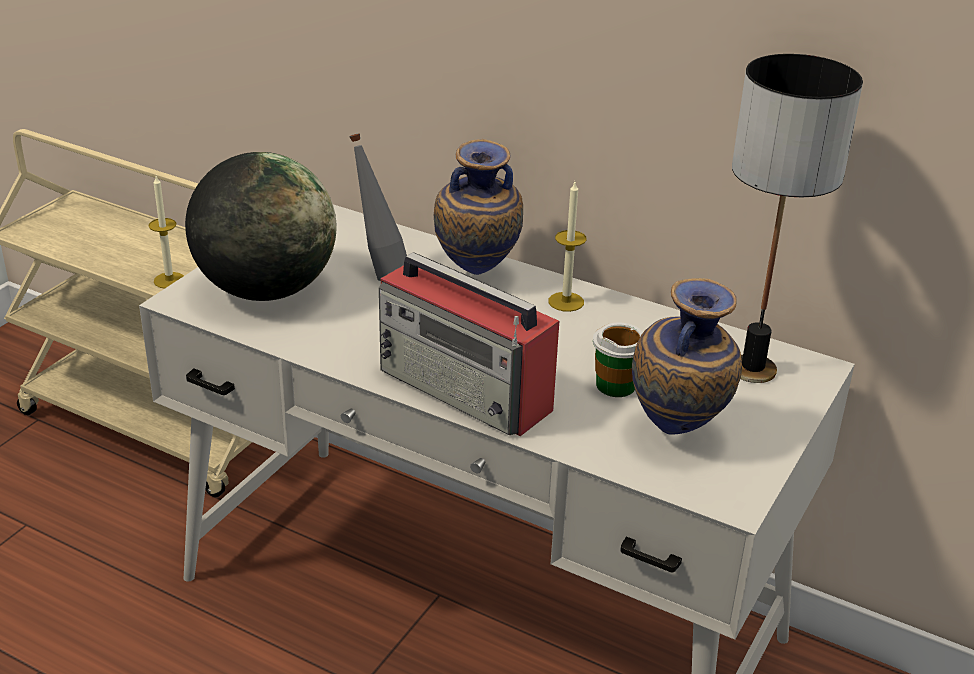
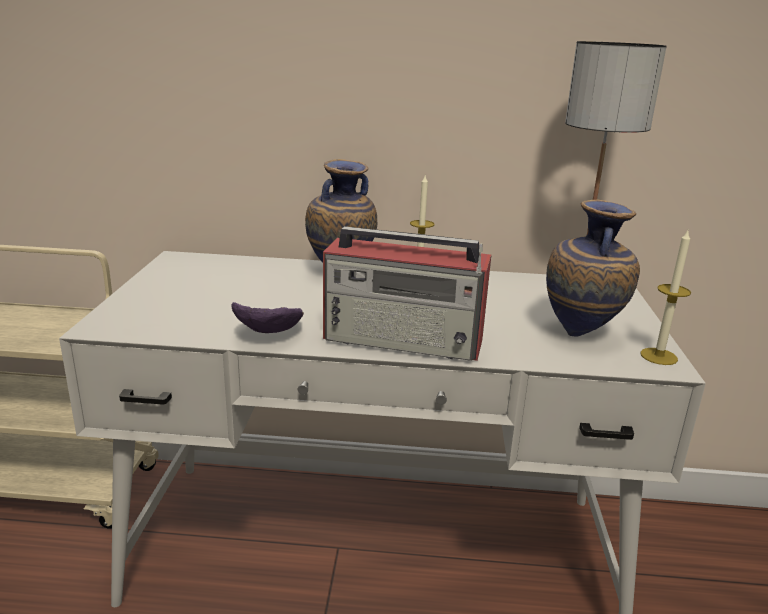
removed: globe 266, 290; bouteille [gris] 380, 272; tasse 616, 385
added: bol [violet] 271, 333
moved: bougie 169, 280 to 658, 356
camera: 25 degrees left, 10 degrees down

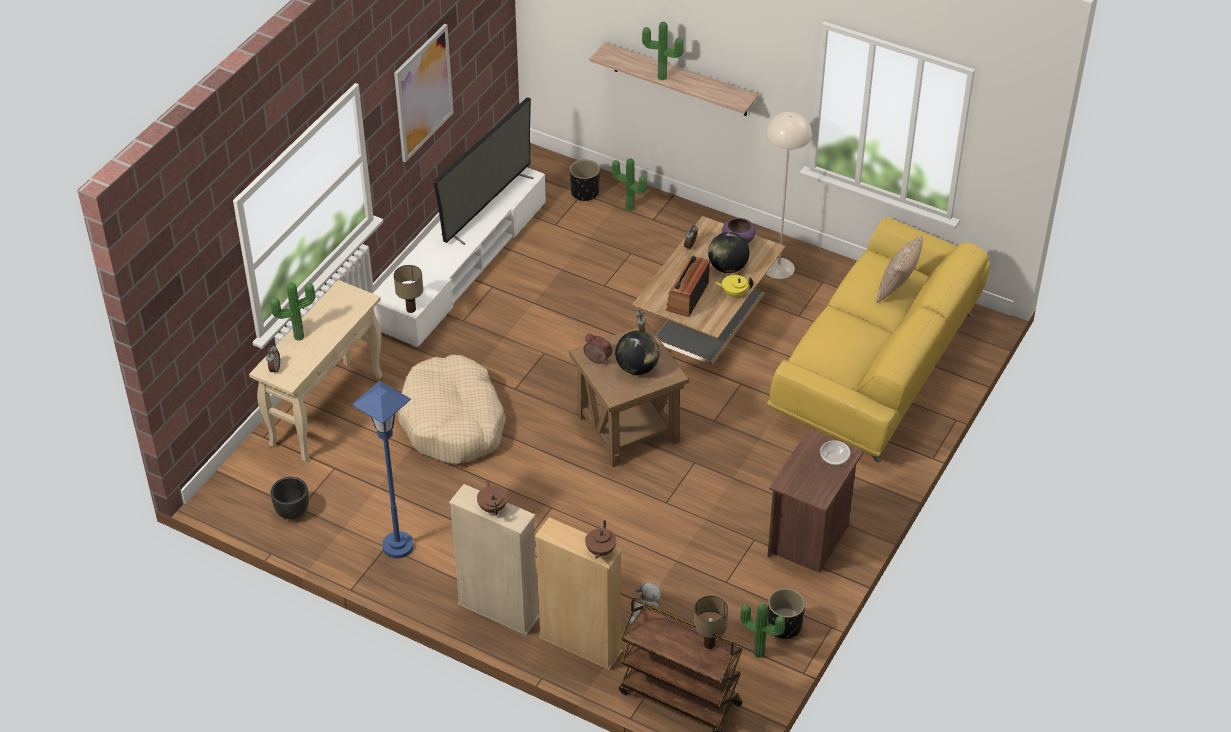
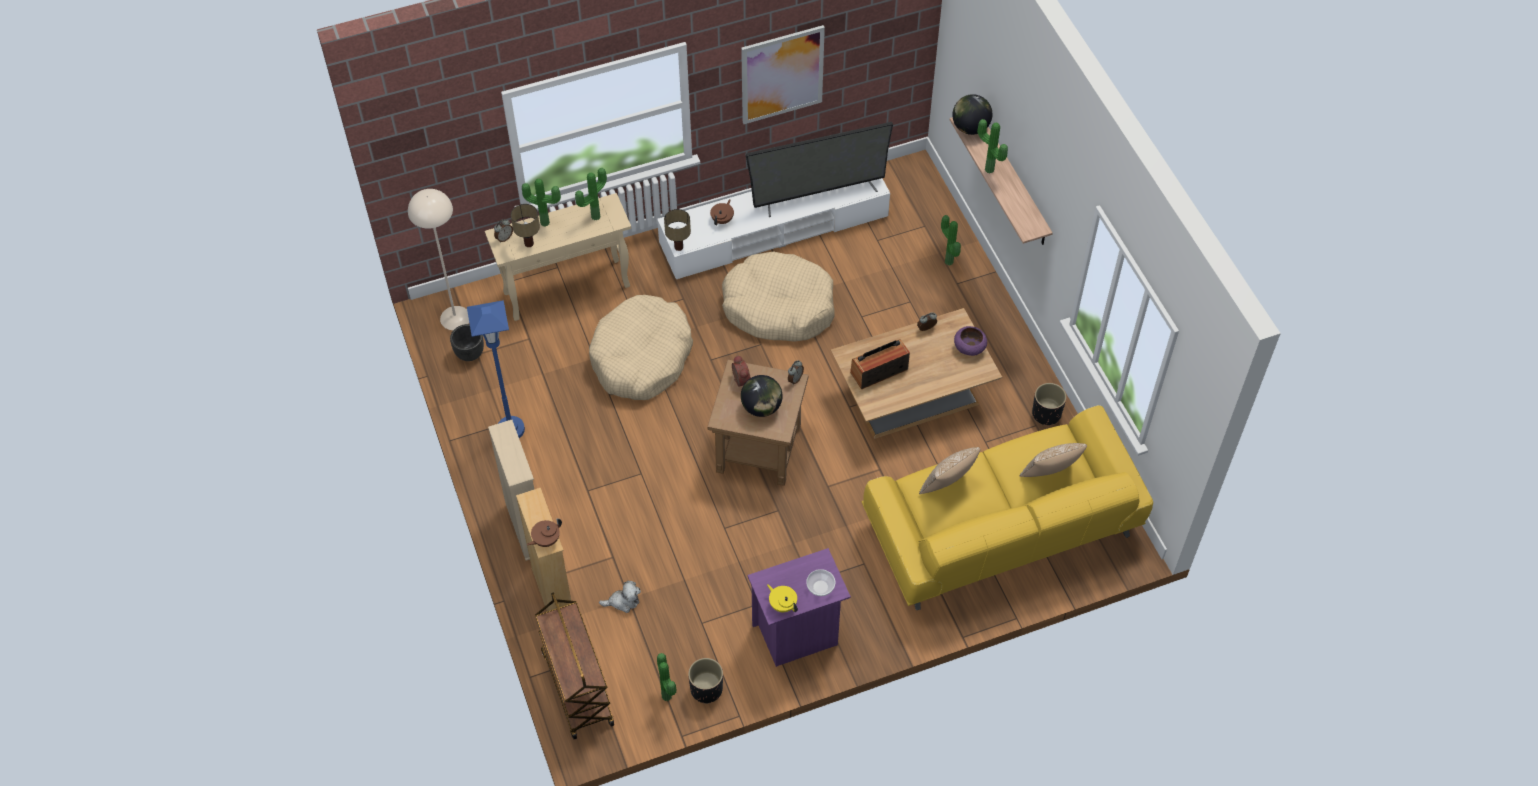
added: plante en pot 594, 216; panier pour chien [beige] 778, 307; coussin 948, 485
moved: théière [marron] 493, 507 to 722, 220; cache-pot [noir] 585, 193 to 1046, 414; lampe de table 709, 644 to 528, 244; globe 727, 267 to 970, 128; théière [jaune] 733, 293 to 782, 604; lampadaire [beige] 778, 268 to 455, 317
recoloured: table de chevet [marron] 809, 540 to table de chevet [violet] 797, 635
camera: 40 degrees right, 10 degrees up

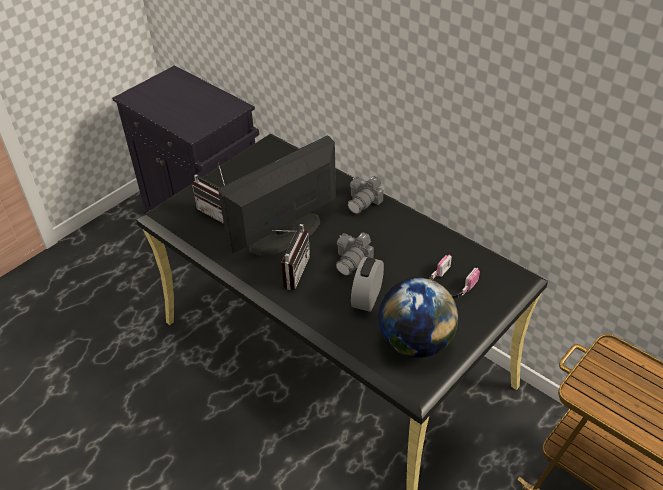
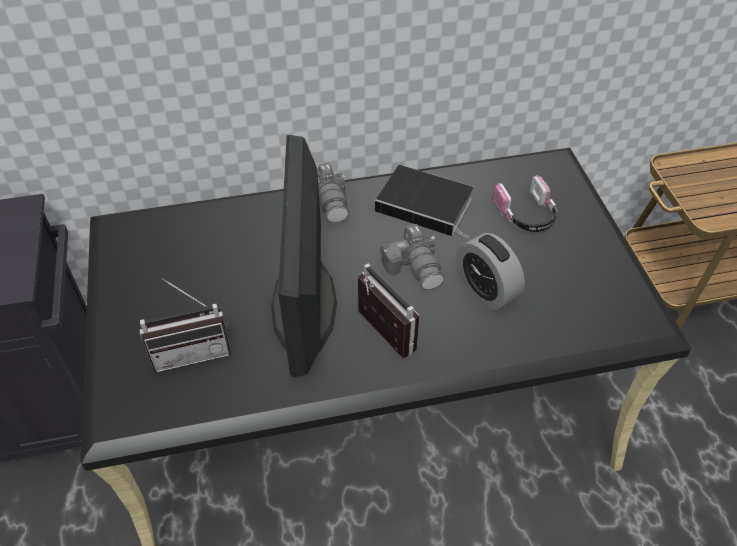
removed: globe 415, 342
added: livre 427, 205
camera: 55 degrees left, 5 degrees up

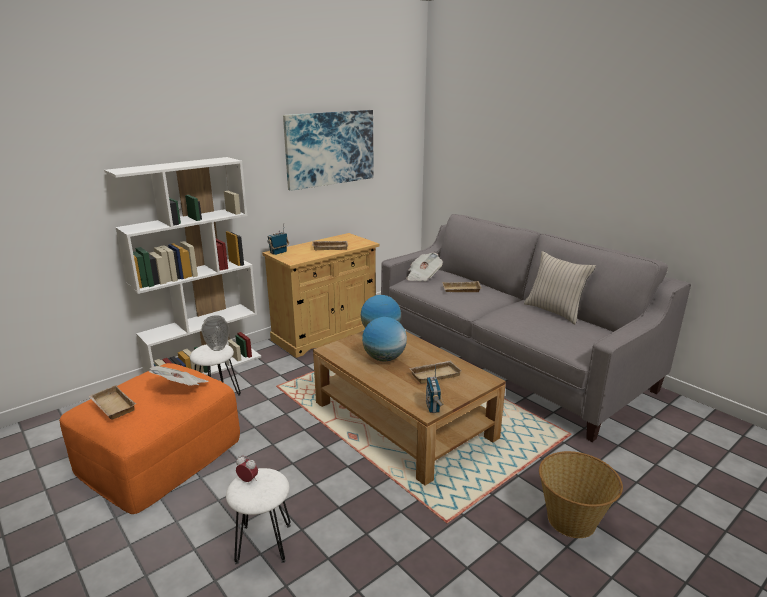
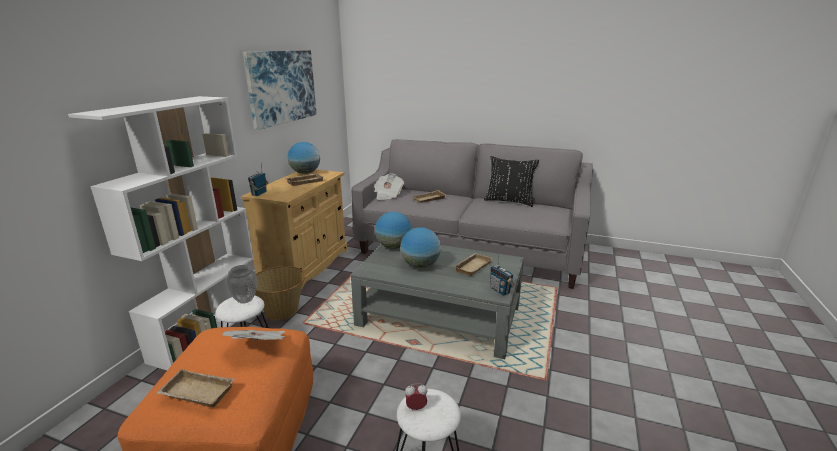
added: globe 305, 173
moved: panier 572, 520 to 282, 310
recoloured: table basse [marron] 403, 420 to table basse [gris] 440, 315; coussin [beige] 554, 311 to coussin [noir] 509, 201
camera: 30 degrees left, 0 degrees up

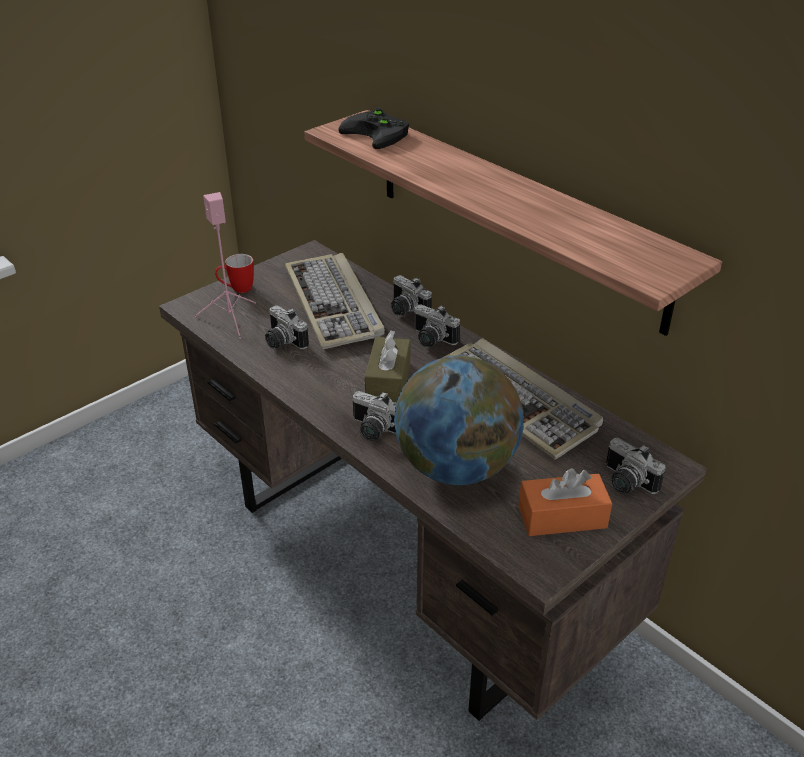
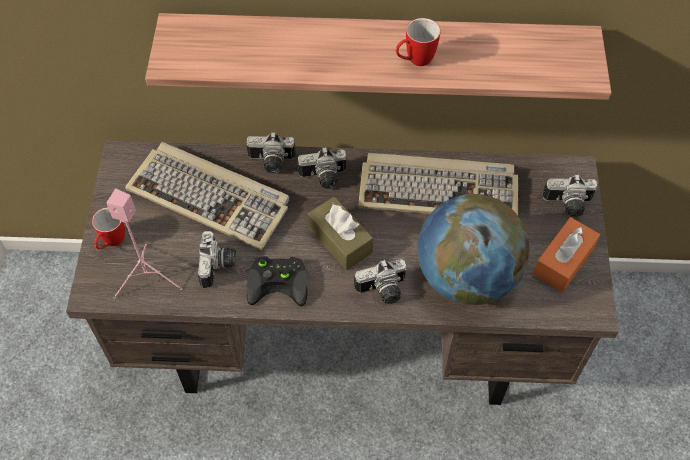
added: mug 414, 61
moved: manette [noir] 379, 134 to 280, 281
turned: appareil photo 282, 342 = 219, 266 90 degrees counterclockwise
camera: 45 degrees left, 20 degrees up

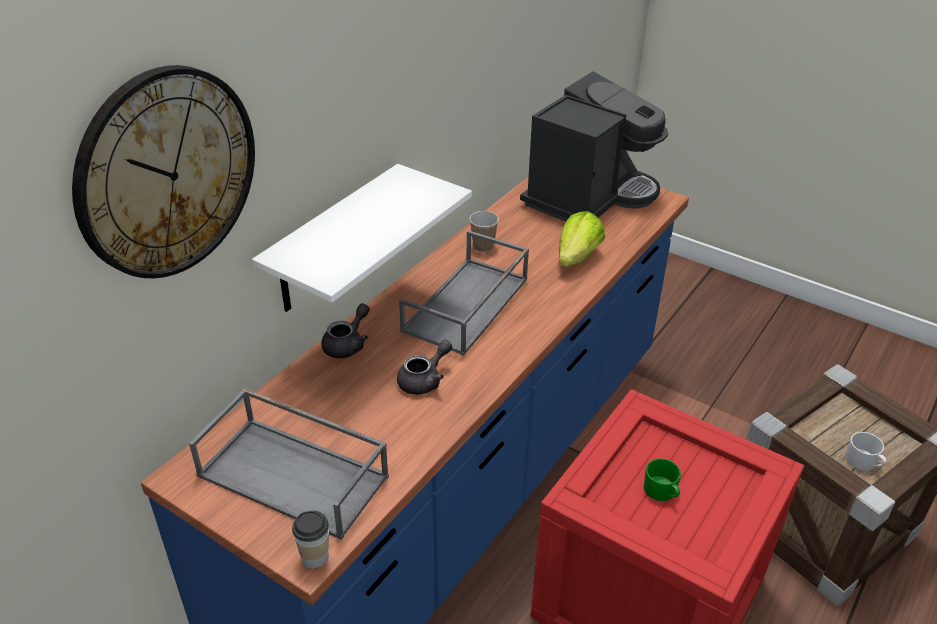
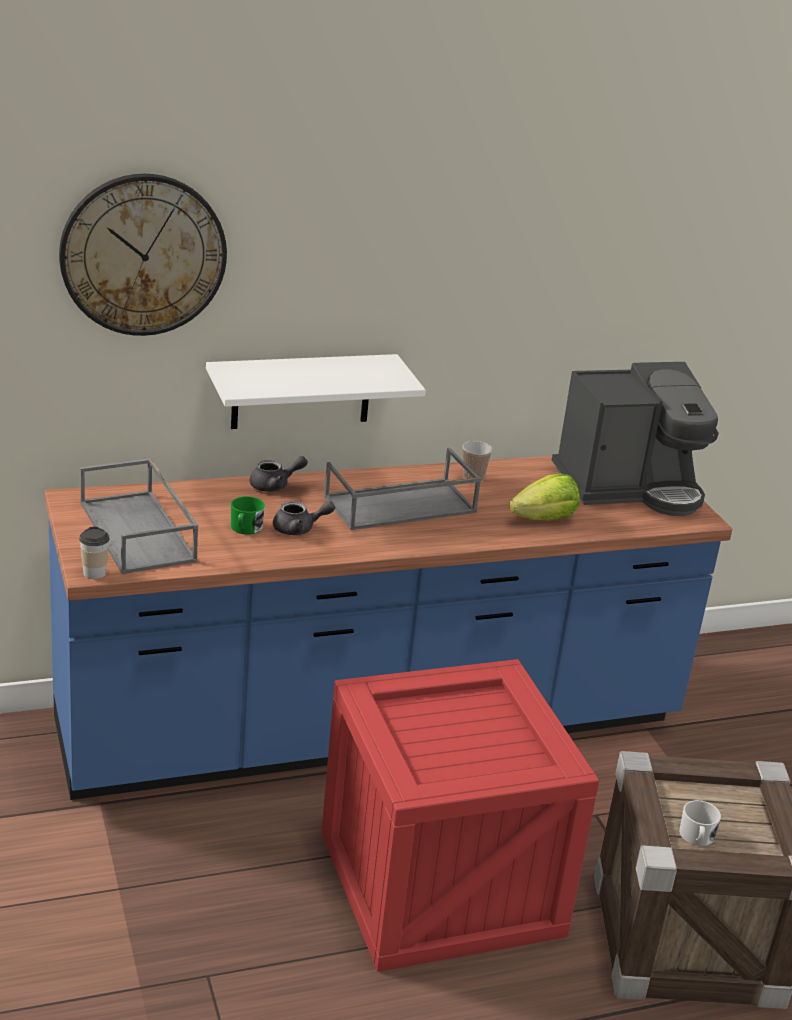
moved: mug [vert] 662, 492 to 245, 529
camera: 35 degrees right, 10 degrees down

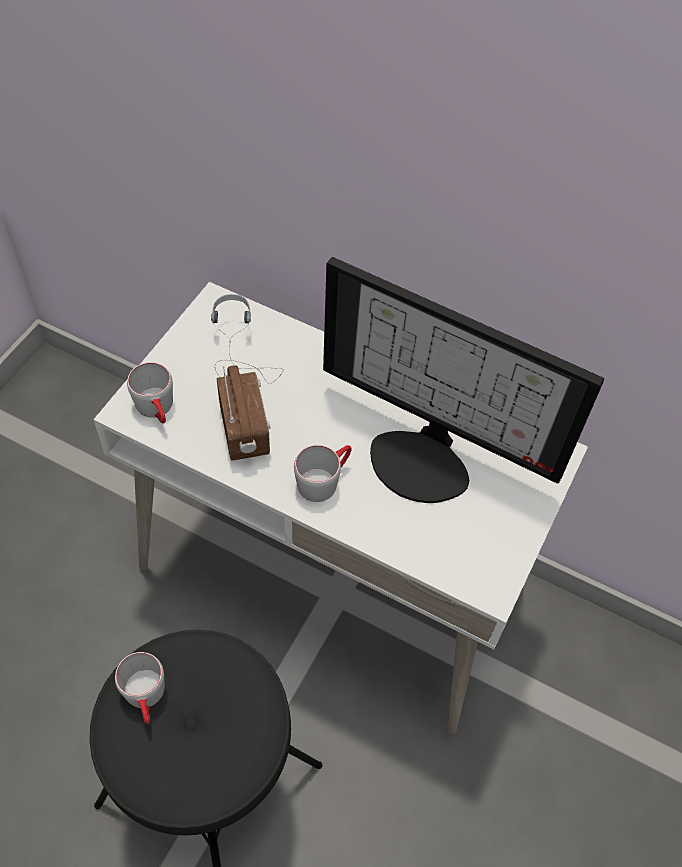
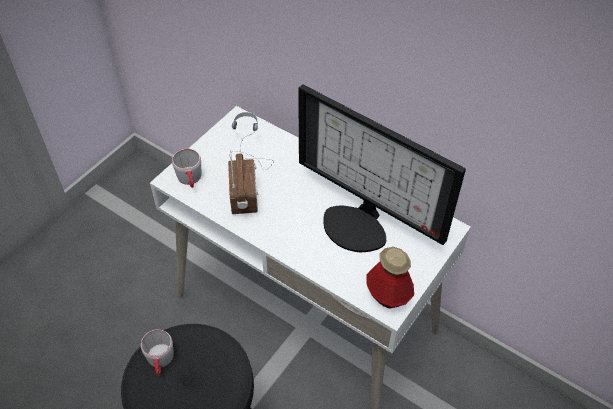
removed: mug [gris] 324, 479
added: bouteille 388, 295
camera: 10 degrees right, 5 degrees down

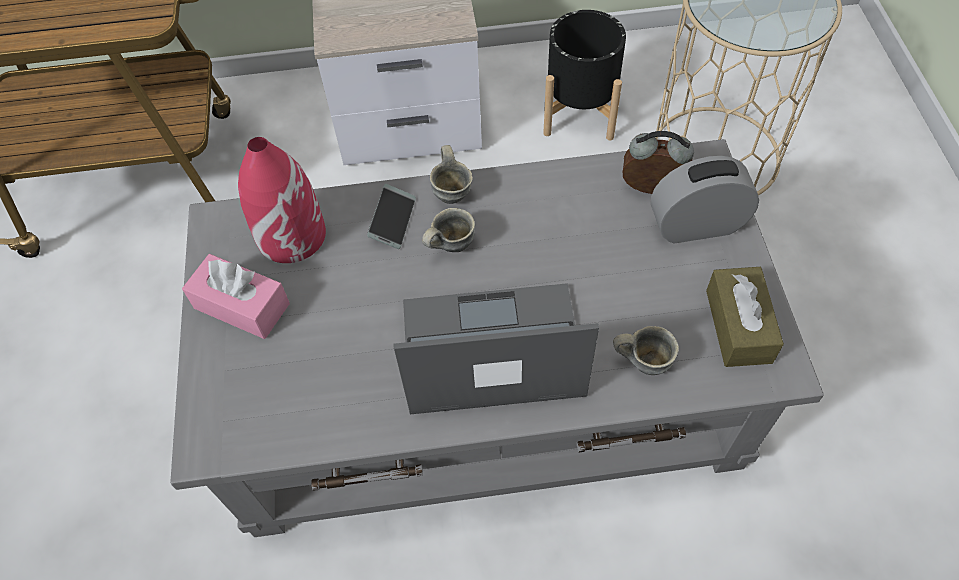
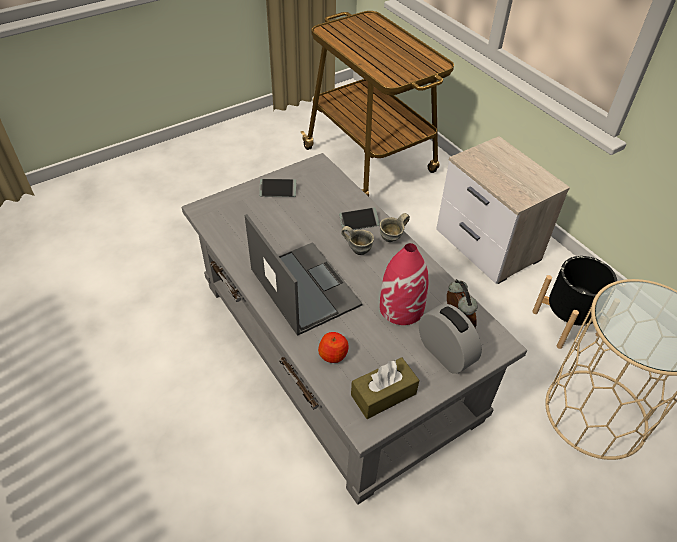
moved: vase [rouge] 290, 235 to 401, 307
replaced: boîte à mouchoirs [rose] 242, 306 to téléphone 278, 191; mug [gris] 643, 361 to pomme 333, 354
camera: 60 degrees right, 10 degrees down

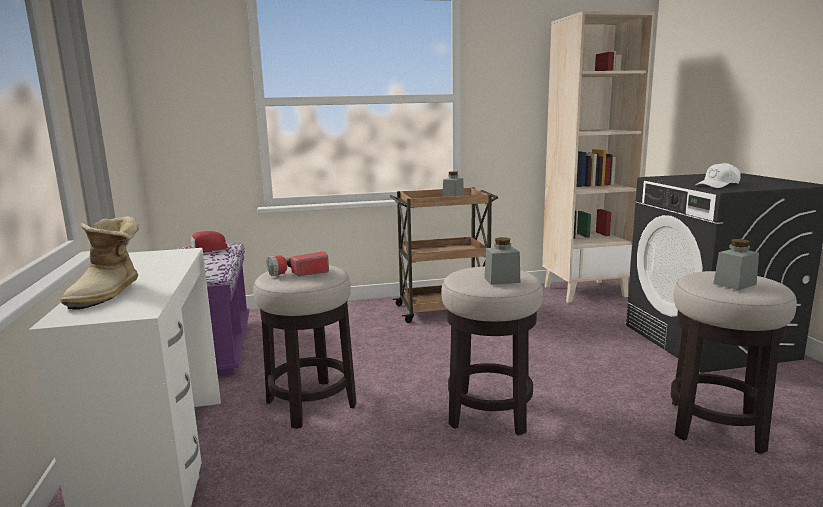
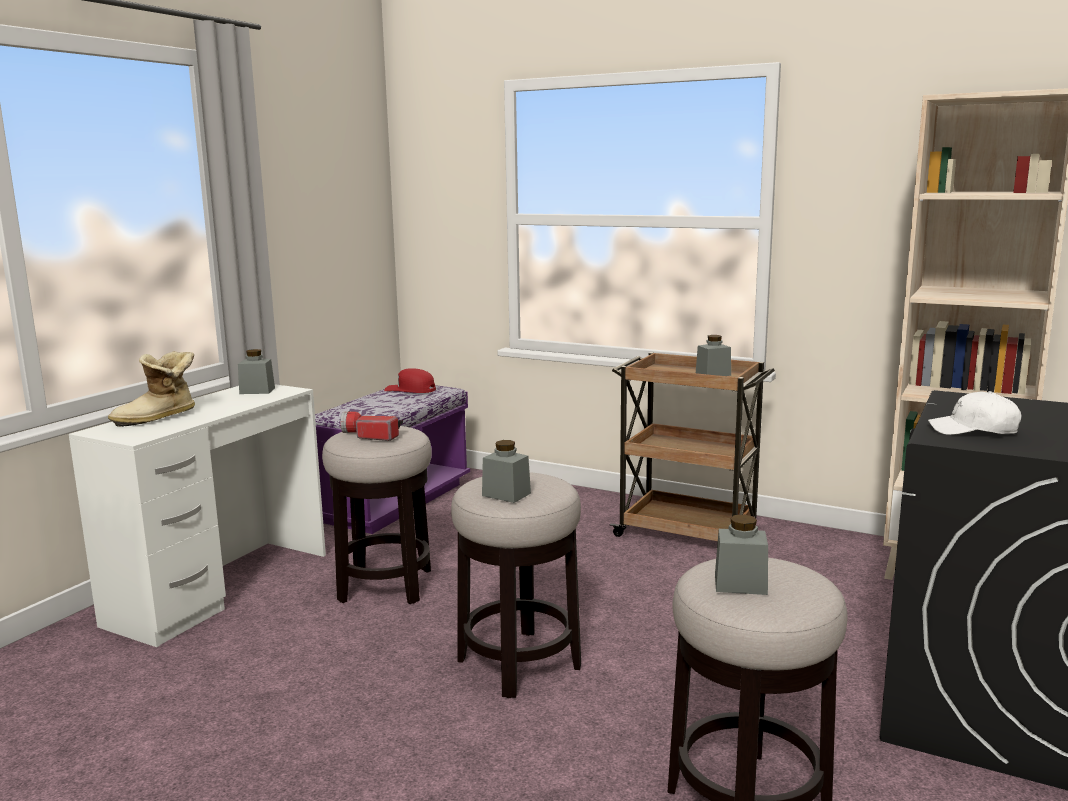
added: bocal [gris] 257, 391
camera: 40 degrees right, 0 degrees up

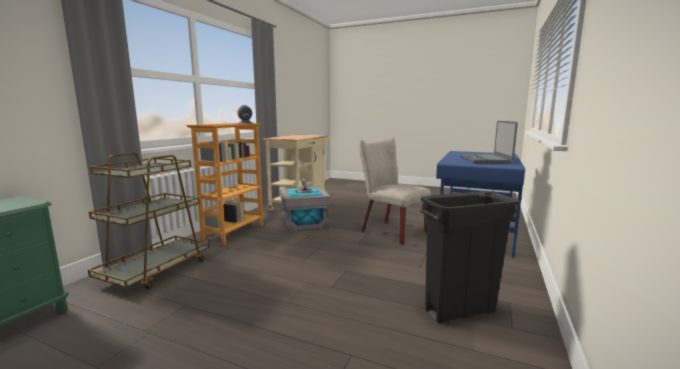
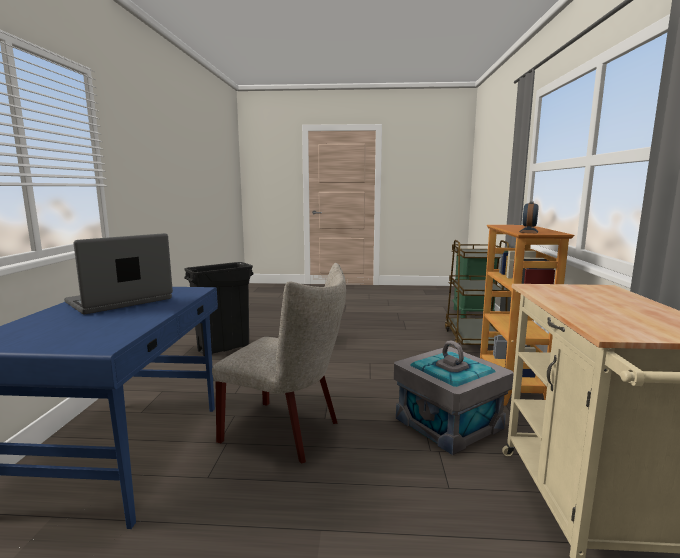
turned: ordinateur portable 485, 160 = 120, 301 120 degrees counterclockwise
camera: 160 degrees right, 0 degrees up

